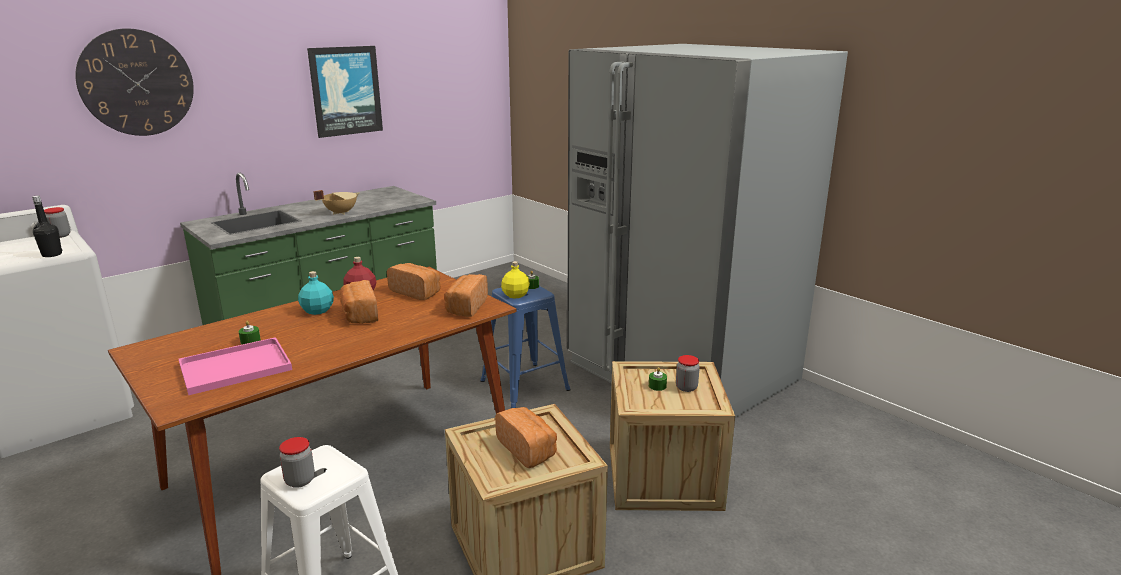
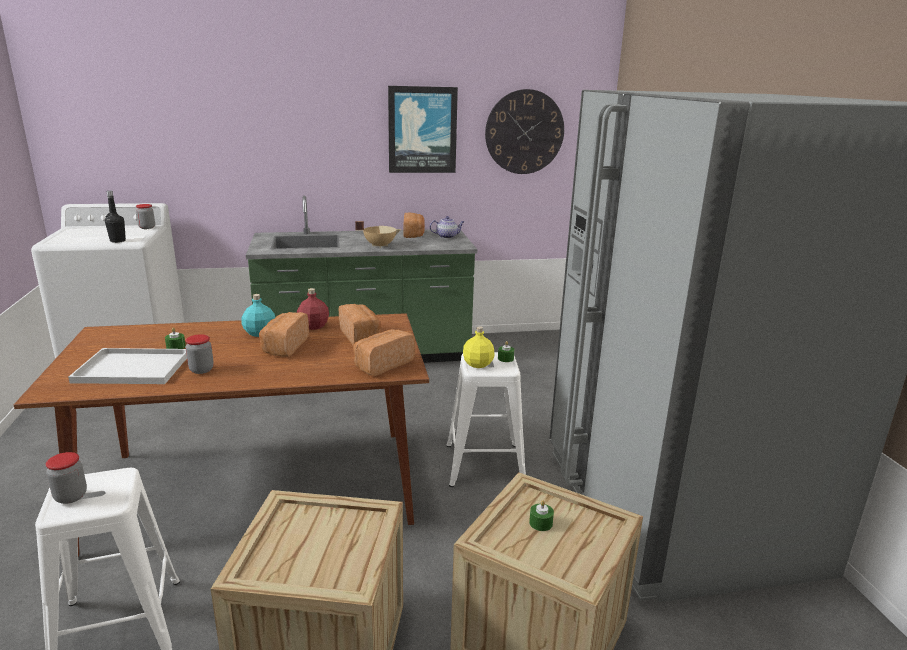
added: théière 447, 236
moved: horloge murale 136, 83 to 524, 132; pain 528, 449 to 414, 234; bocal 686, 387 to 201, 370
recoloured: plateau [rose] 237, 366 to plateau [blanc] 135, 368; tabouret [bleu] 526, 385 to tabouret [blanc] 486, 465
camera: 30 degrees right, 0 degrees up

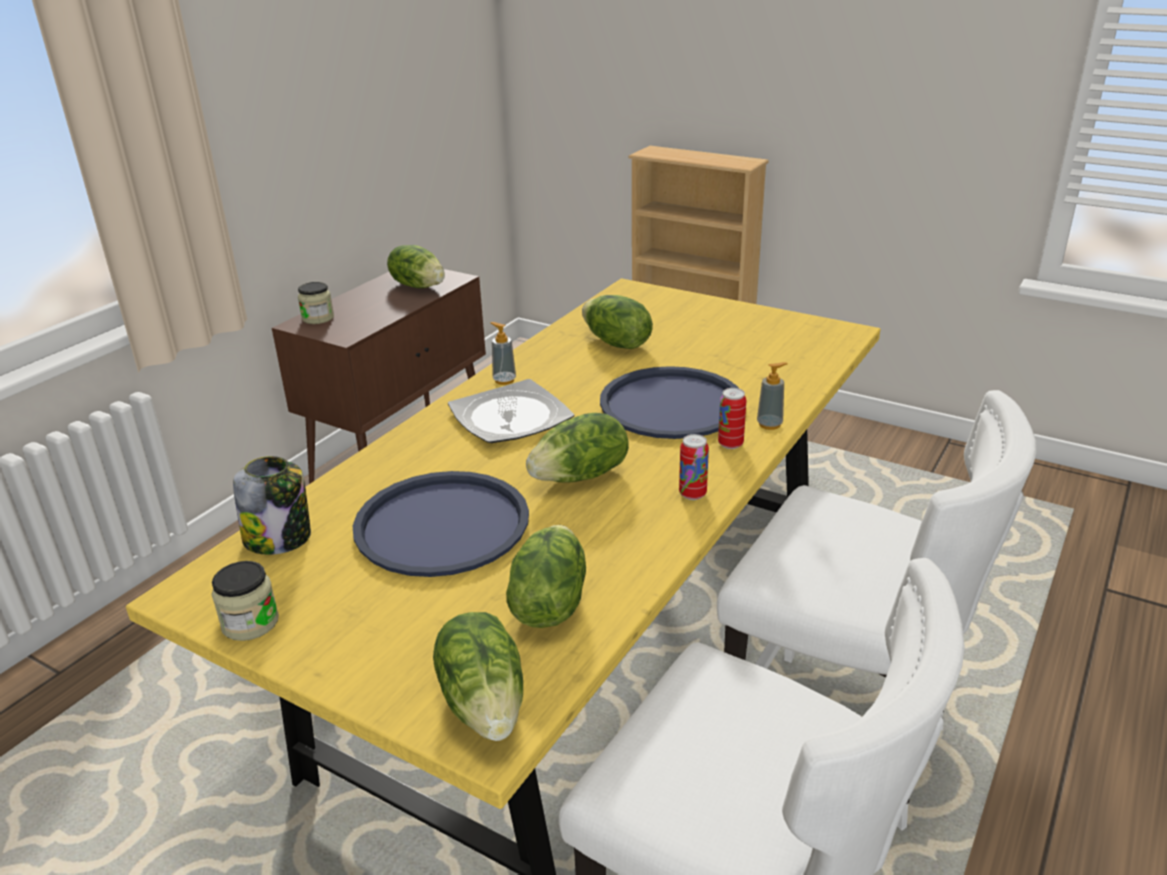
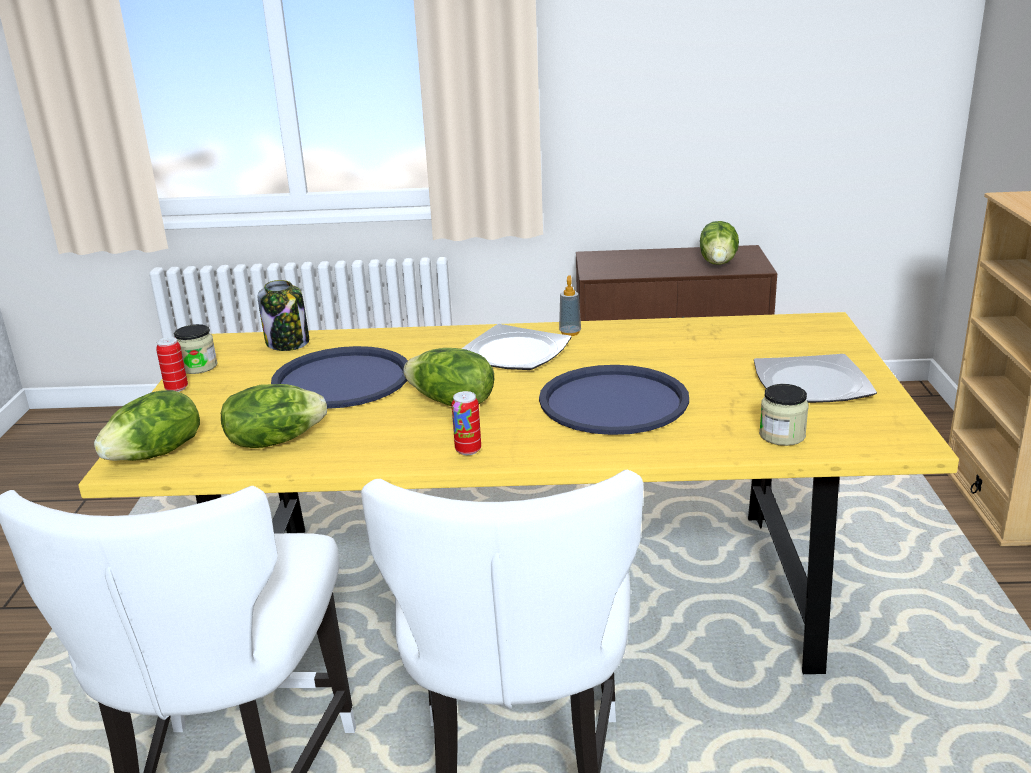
removed: laitue 616, 343; distributeur de savon 769, 424
added: assiette 810, 383
moved: bocal 318, 318 to 782, 435; boîte métallique 730, 444 to 176, 388
camera: 60 degrees right, 5 degrees down

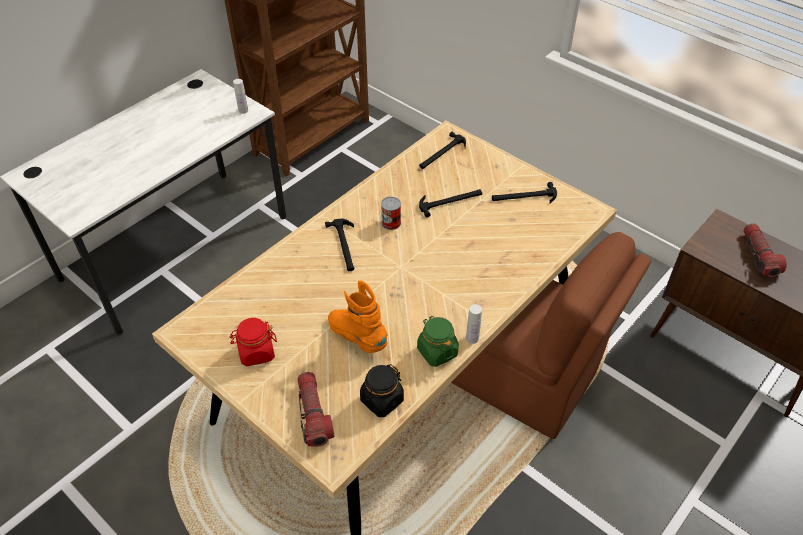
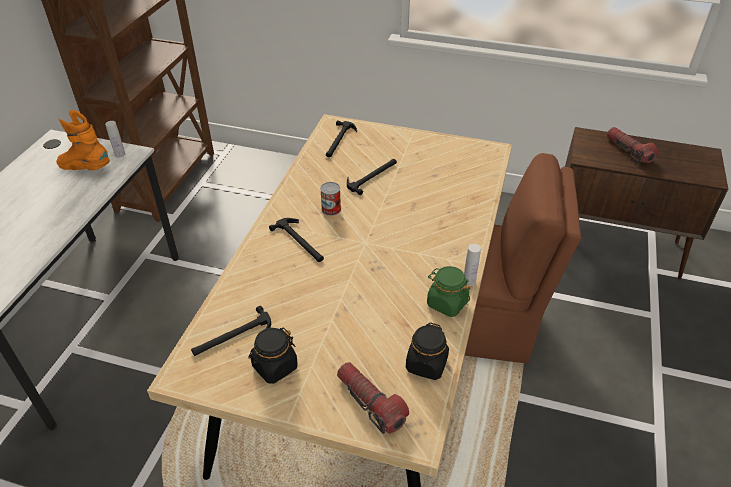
moved: botte [orange] 358, 337 to 86, 168; marteau 524, 197 to 232, 336
recoloured: bocal [rouge] 256, 352 to bocal [noir] 274, 367
camera: 25 degrees left, 5 degrees down

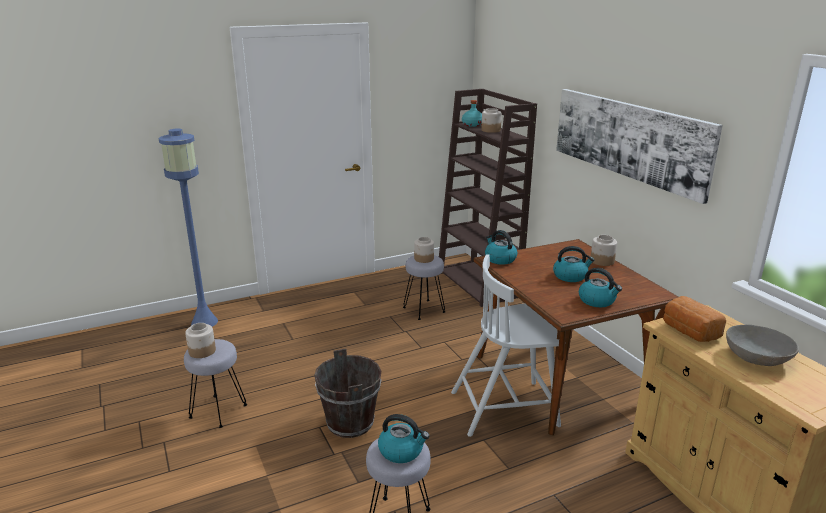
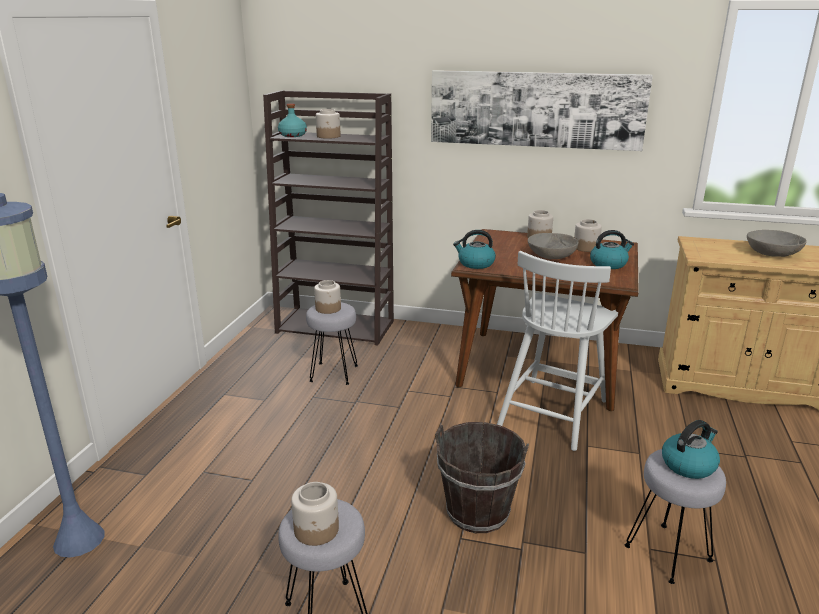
removed: pain 688, 331
added: bocal 586, 248
replaced: bouilloire 570, 276 to bol [gris] 551, 255
camera: 50 degrees left, 0 degrees up

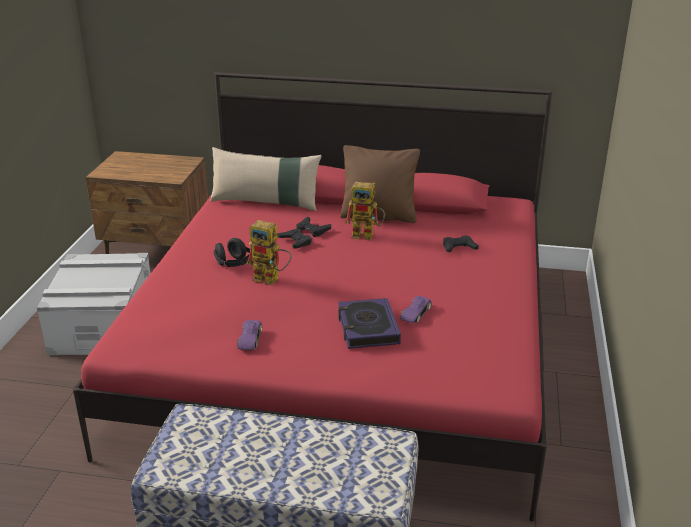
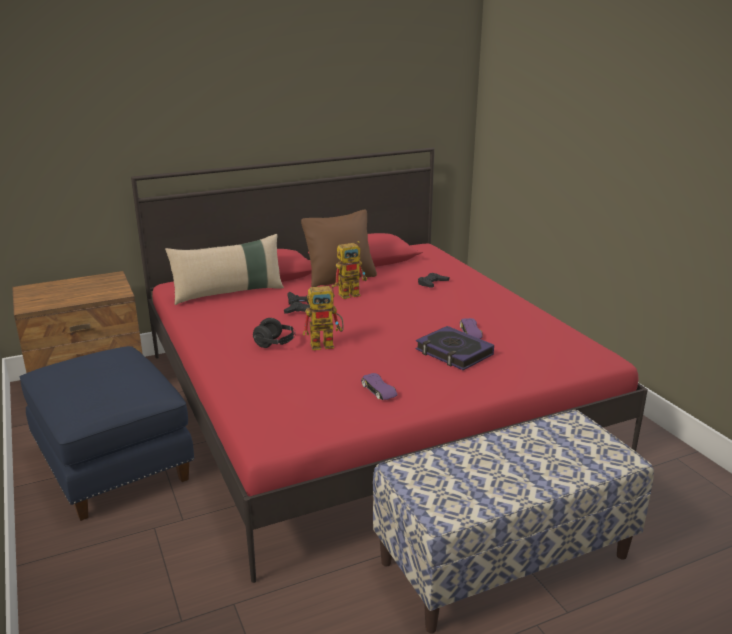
replaced: boîte de rangement [gris] 103, 325 to pouf [bleu] 111, 464
camera: 35 degrees left, 5 degrees down

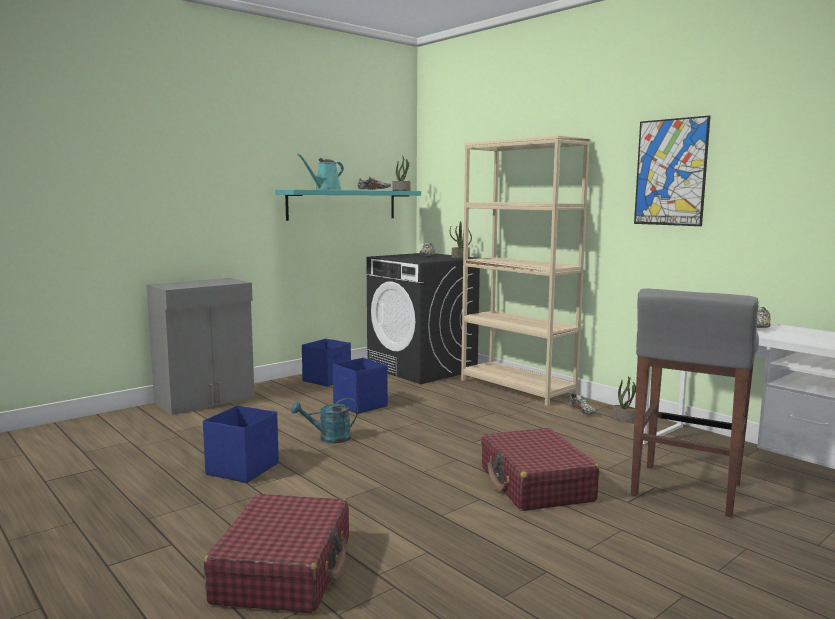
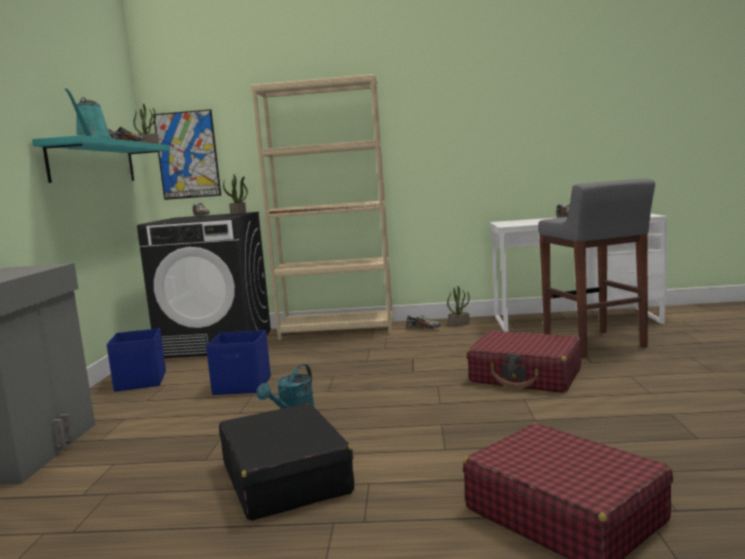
moved: tableau 670, 172 to 187, 155
replaced: boîte de rangement [bleu] 243, 468 to valise [noir] 285, 477
camera: 45 degrees left, 0 degrees up

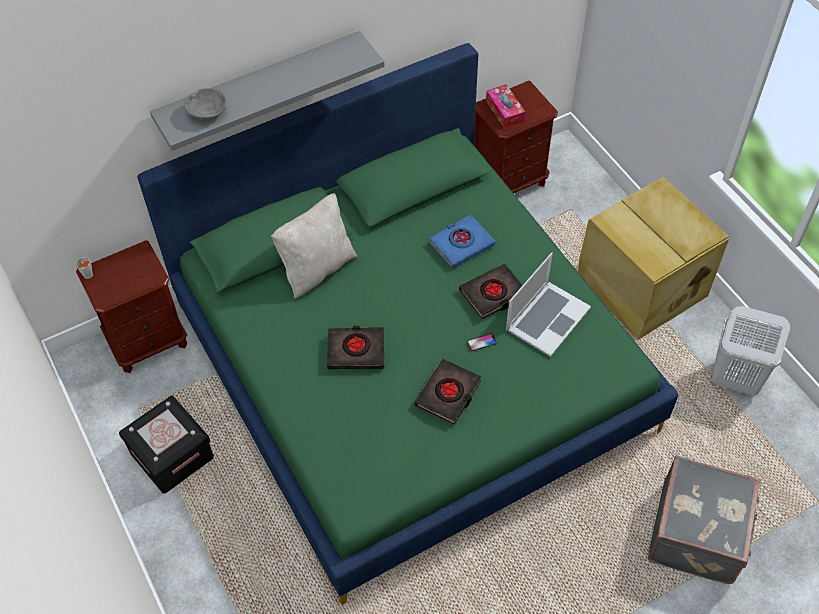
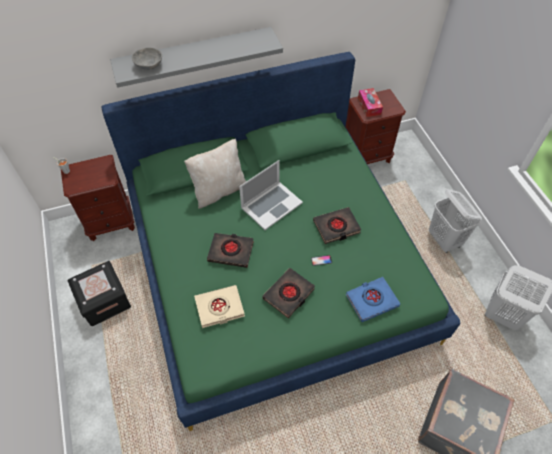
added: livre [beige] 219, 308
moved: livre [bleu] 461, 244 to 371, 300; ordinateur portable 547, 318 to 271, 205
replaced: boîte de rangement [beige] 641, 288 to panier à linge [blanc] 444, 240
camera: 10 degrees right, 0 degrees up

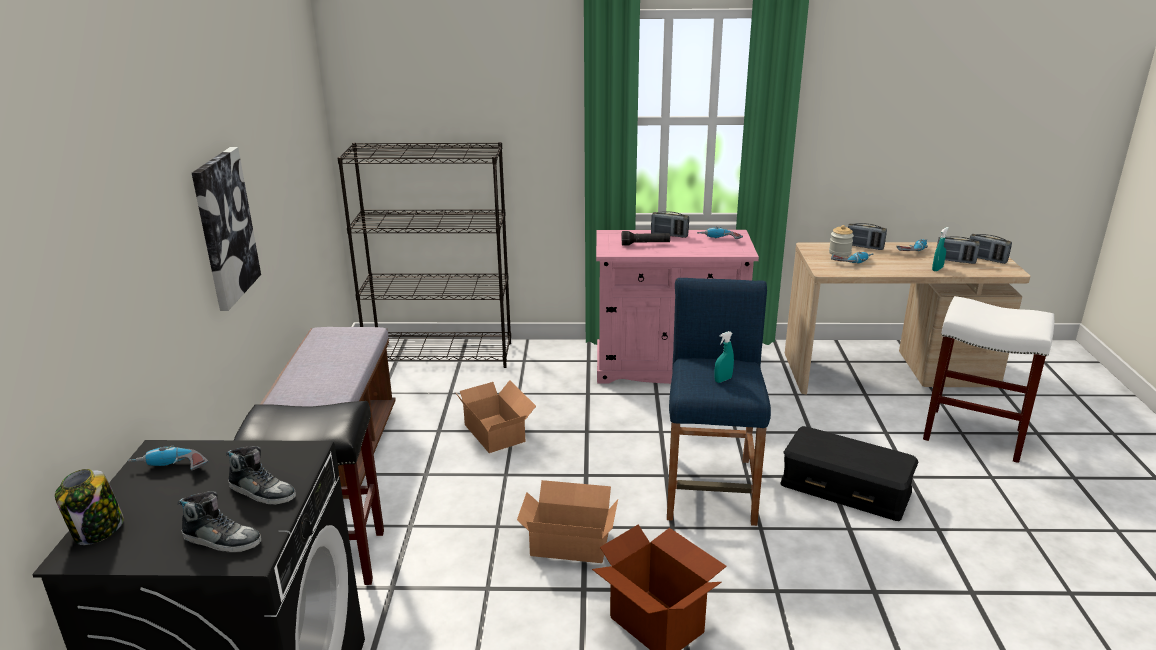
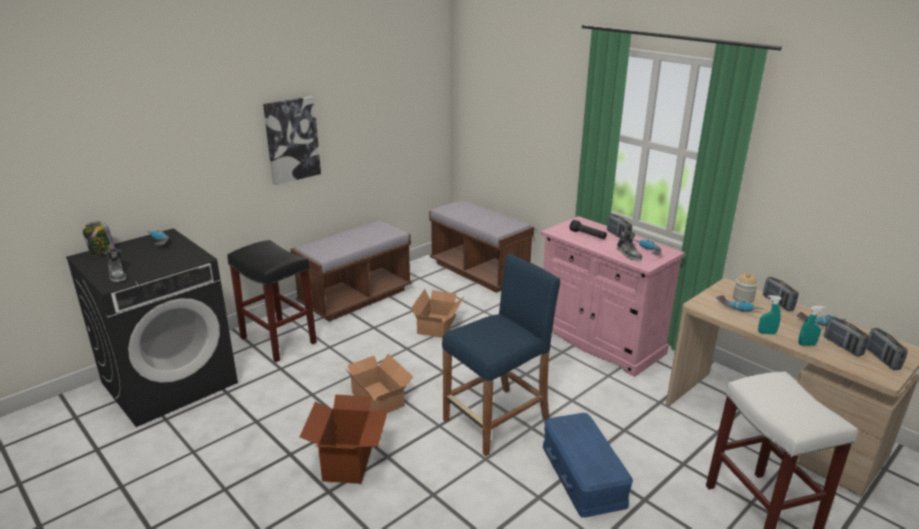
moved: chaussure 262, 492 to 628, 254; vaporisateur [turquoise] 723, 380 to 766, 333
replaced: bibliothèque [noir] 441, 354 to banc [marron] 479, 271
recoloured: boîte de rangement [noir] 846, 487 to boîte de rangement [bleu] 584, 474
camera: 45 degrees right, 0 degrees up

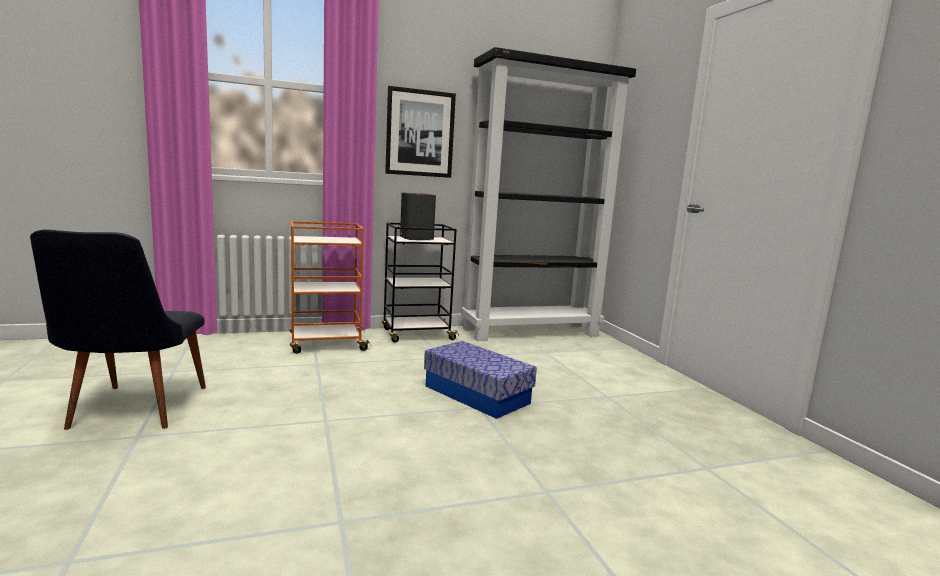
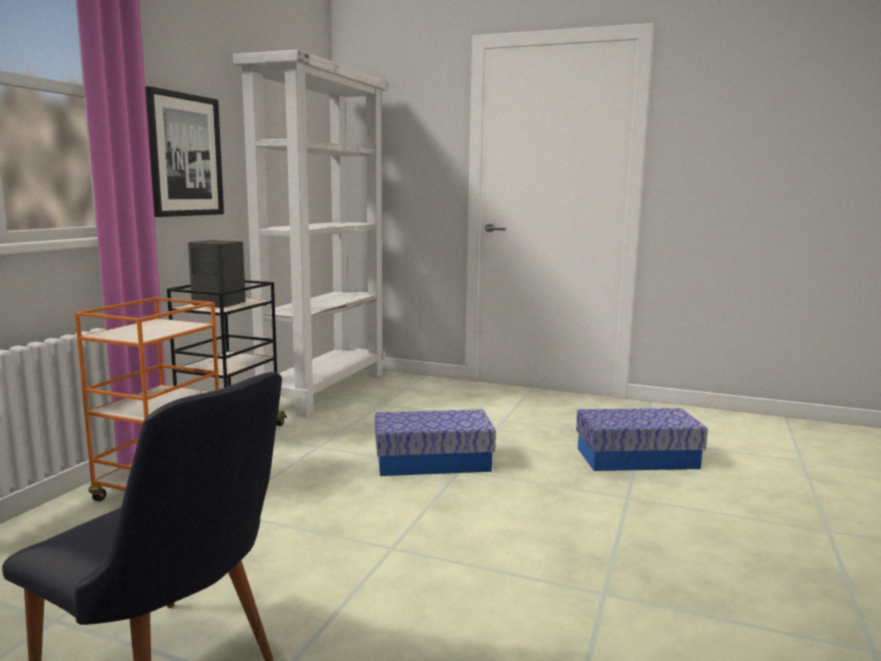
added: boîte de rangement 637, 458
recoloured: bibliothèque [noir] 531, 332 to bibliothèque [blanc] 324, 390
camera: 50 degrees left, 0 degrees up

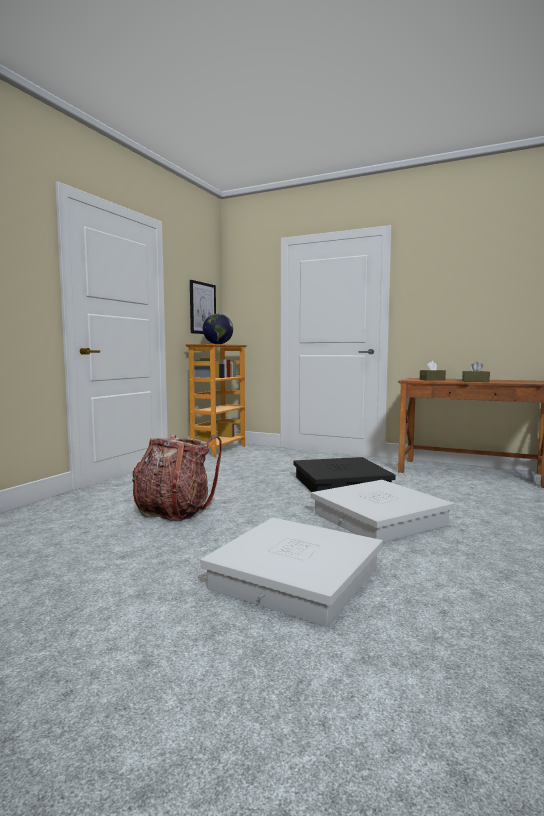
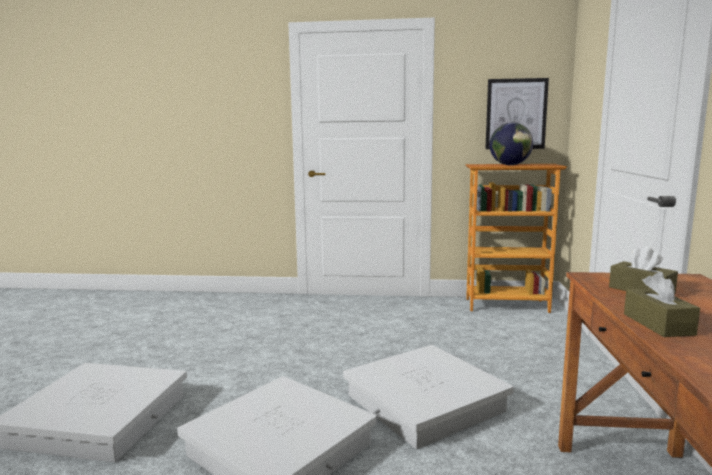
removed: sac à dos 174, 511
recoloured: boîte de rangement [noir] 341, 484 to boîte de rangement [blanc] 425, 403
camera: 70 degrees right, 5 degrees up

